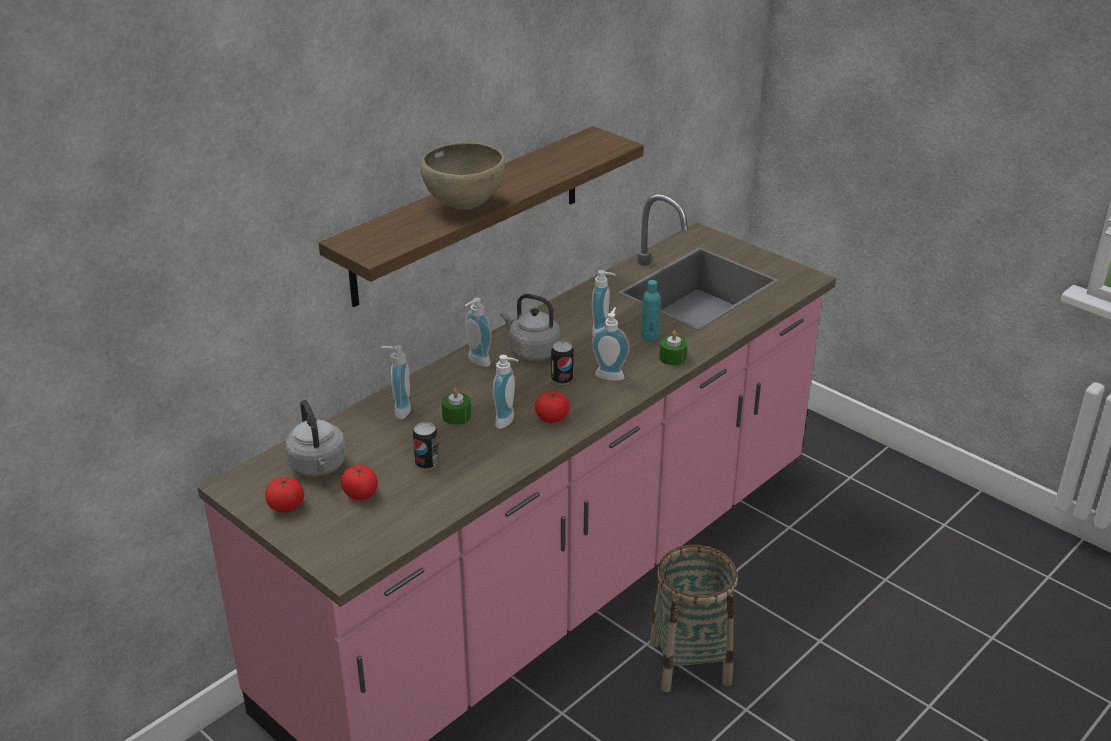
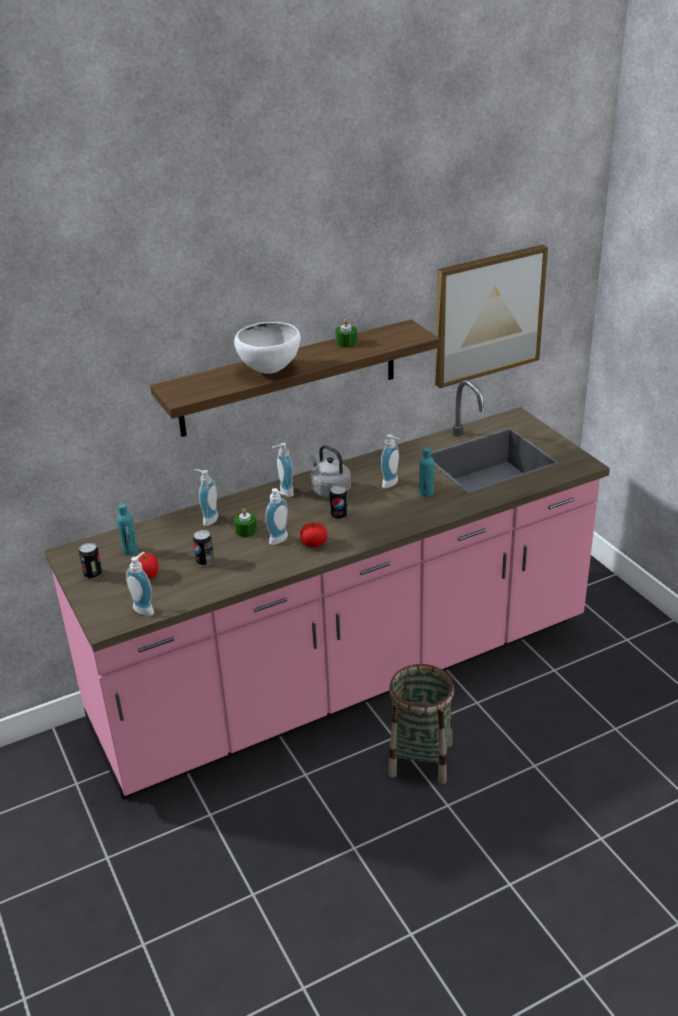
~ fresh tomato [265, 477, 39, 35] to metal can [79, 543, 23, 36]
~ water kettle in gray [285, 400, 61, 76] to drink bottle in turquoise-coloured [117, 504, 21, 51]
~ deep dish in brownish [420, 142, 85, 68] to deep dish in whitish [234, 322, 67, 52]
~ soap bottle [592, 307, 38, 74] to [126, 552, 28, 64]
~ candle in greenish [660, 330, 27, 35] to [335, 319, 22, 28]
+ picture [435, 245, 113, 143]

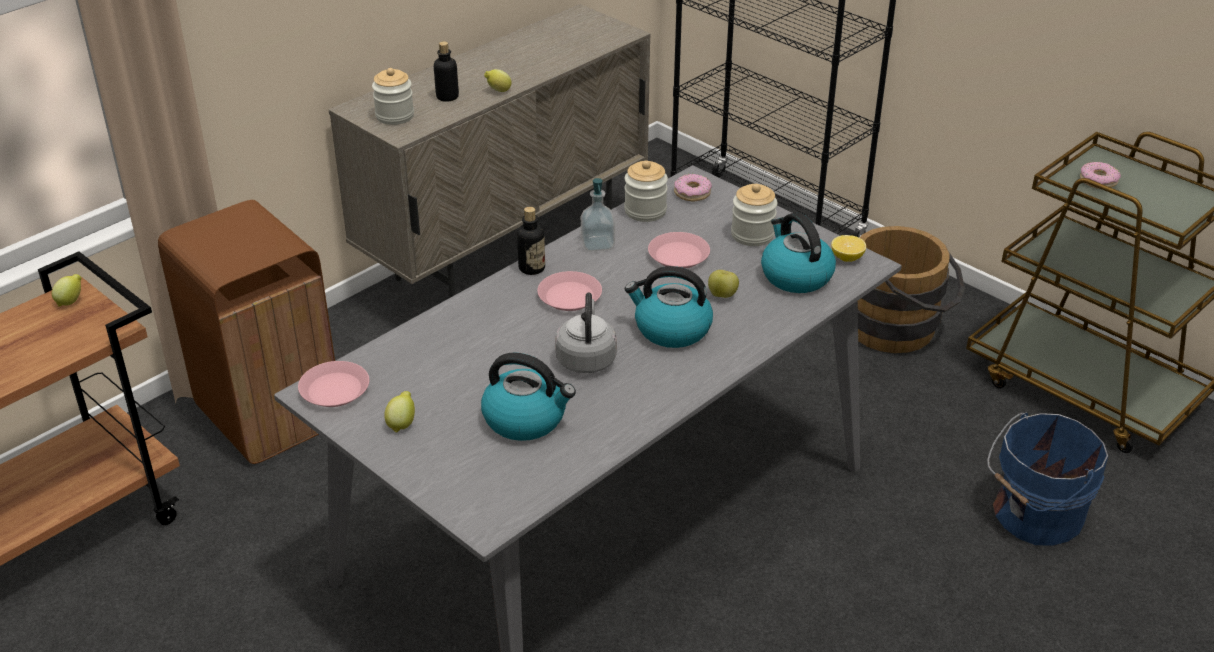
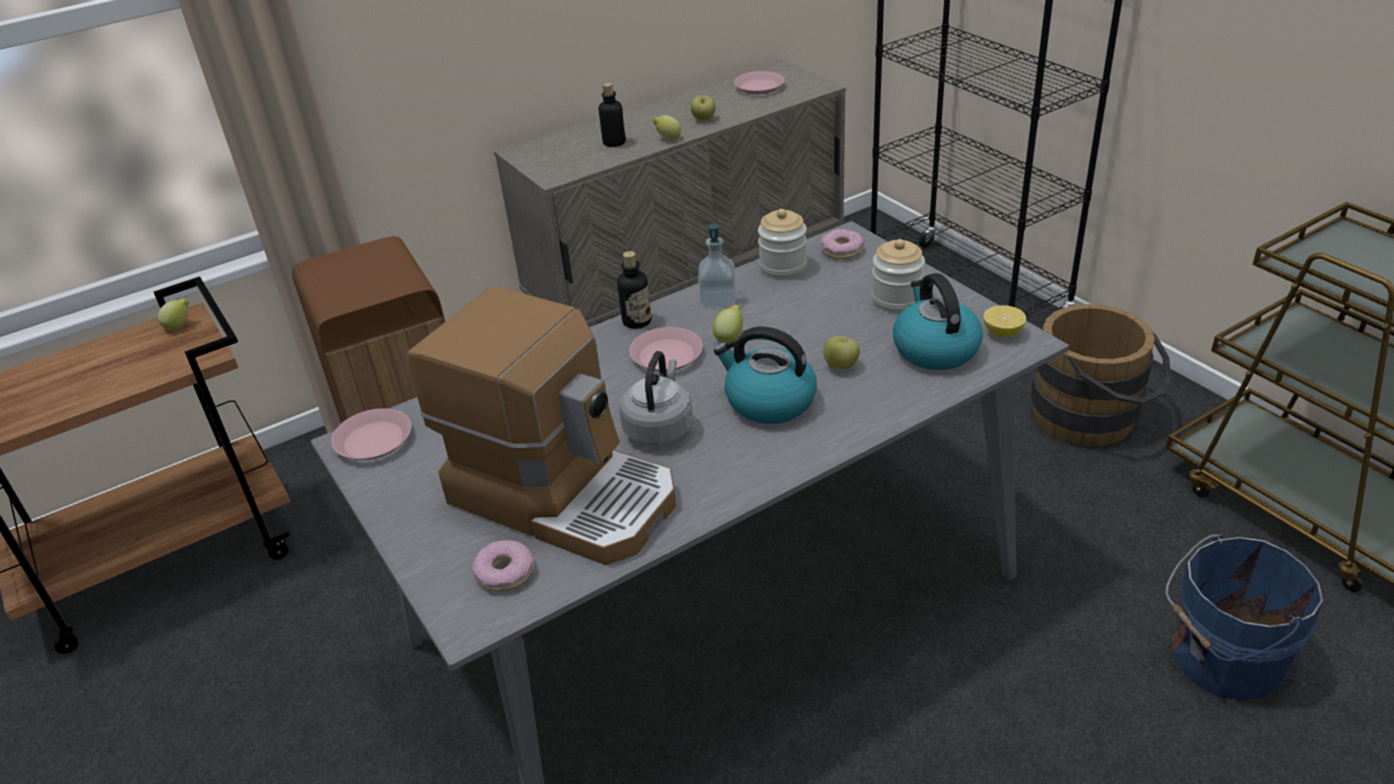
- storage jar [372, 68, 42, 57]
~ lemon [384, 391, 31, 42] to [713, 305, 30, 38]
~ water kettle [481, 353, 95, 88] to coffee machine [407, 287, 269, 278]
~ plate in pink-coloured [648, 232, 62, 37] to [734, 71, 51, 24]
~ donut [1080, 162, 41, 27] to [471, 540, 64, 52]
+ apple [691, 95, 25, 25]

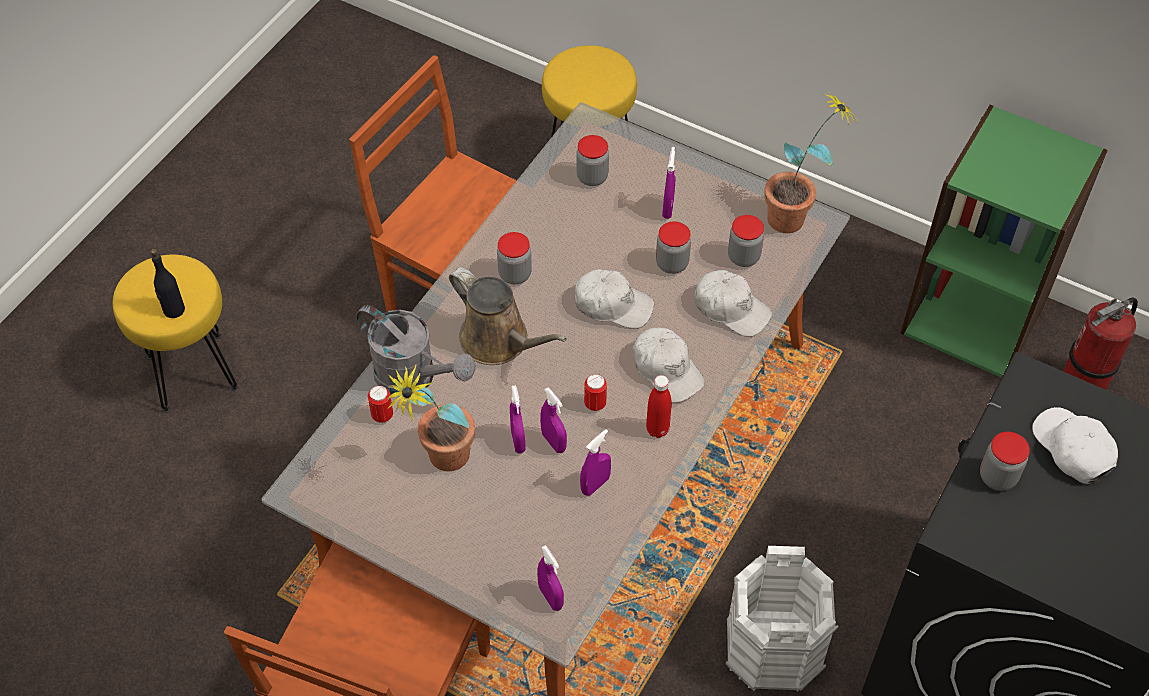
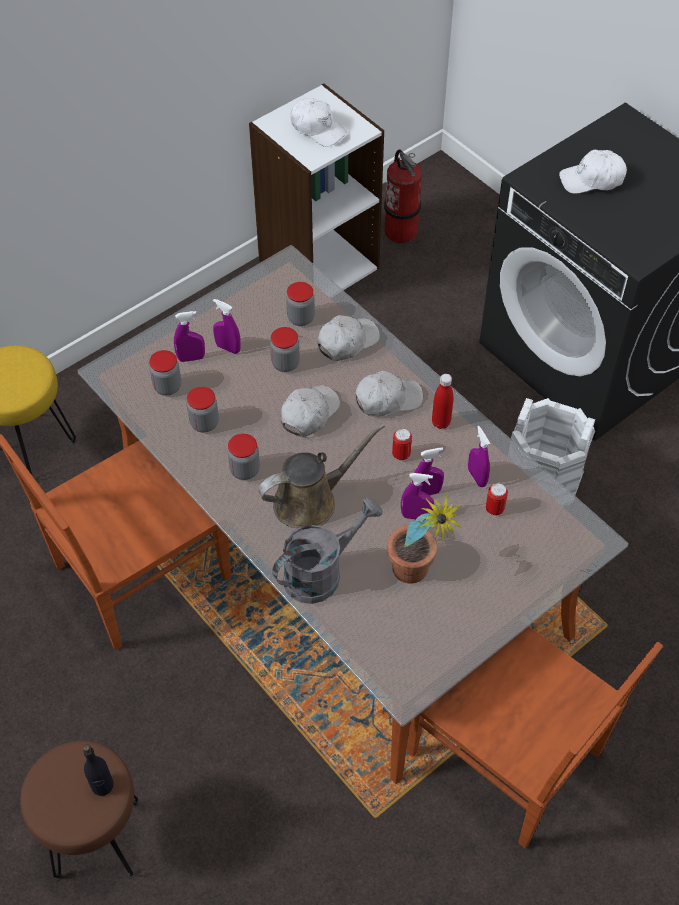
~ sitting stool in yellow [113, 255, 125, 158] to sitting stool in brownish [20, 741, 119, 139]
~ metal can [368, 385, 25, 38] to [486, 483, 22, 33]
~ spray bottle in purple-coloured [537, 545, 27, 66] to [174, 311, 31, 51]
- plant in a pot [764, 90, 92, 143]
~ shelving unit in greenish [900, 105, 208, 273] to shelving unit in whitish [249, 84, 135, 206]
~ storage jar [980, 432, 50, 59] to [187, 387, 32, 45]
+ cap in whitish [291, 98, 56, 49]

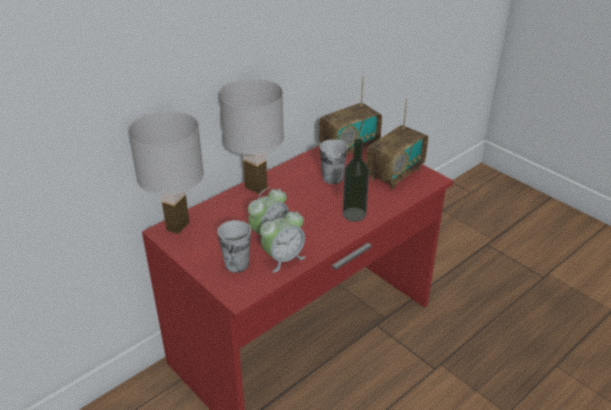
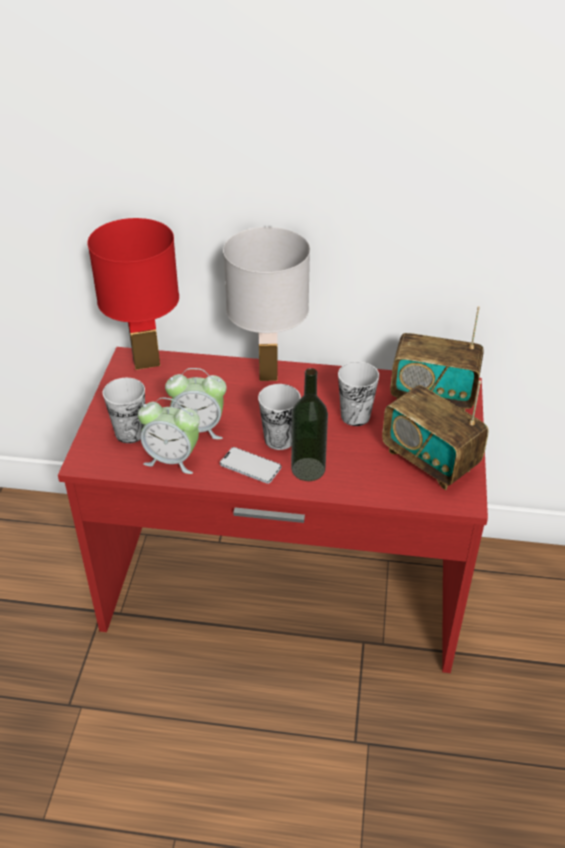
~ table lamp in whitish [128, 111, 76, 123] to table lamp in red-coloured [87, 218, 92, 152]
~ radio receiver [366, 98, 62, 92] = [382, 380, 106, 110] 45 degrees clockwise
+ telephone [220, 447, 61, 37]
+ cup [258, 384, 43, 66]

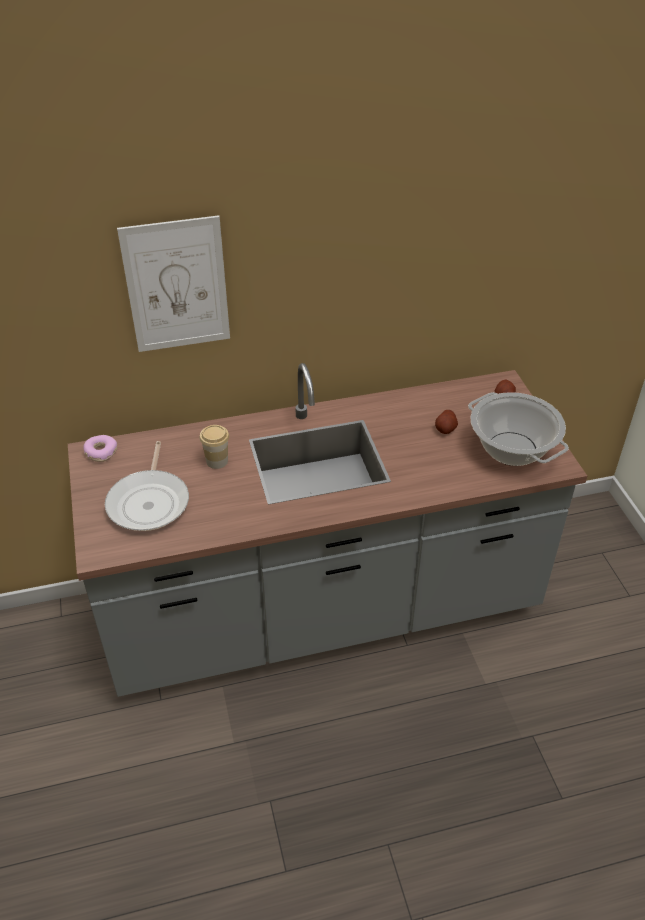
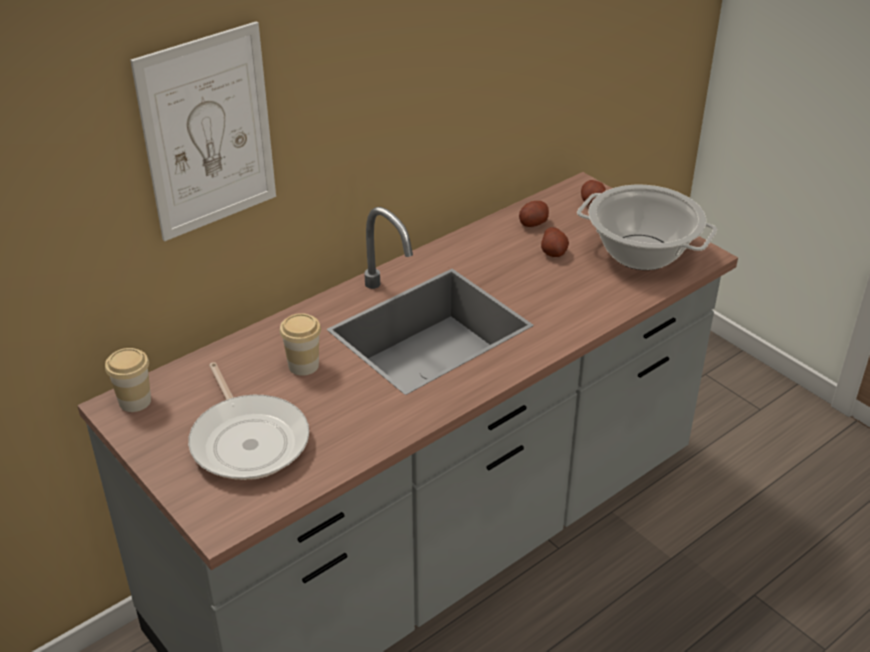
~ donut [83, 435, 34, 27] to cup [105, 348, 46, 64]
+ whole potato [519, 201, 30, 26]

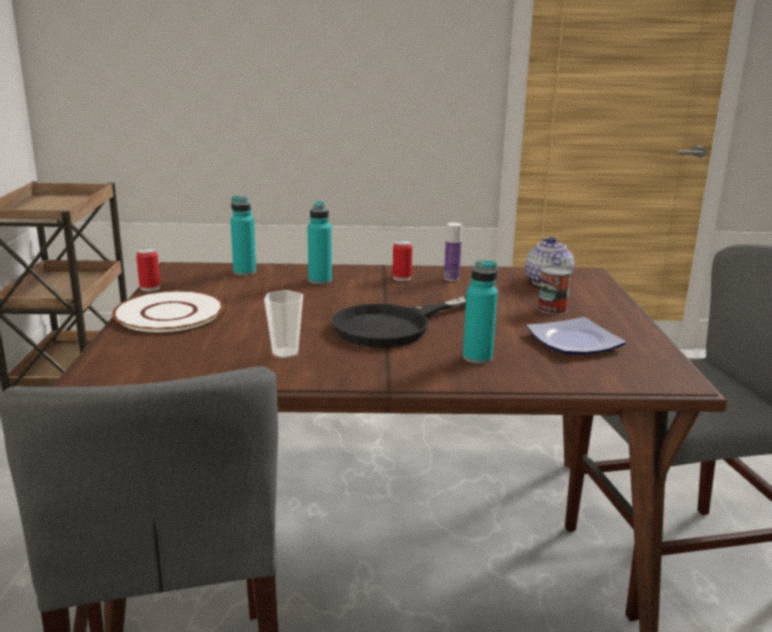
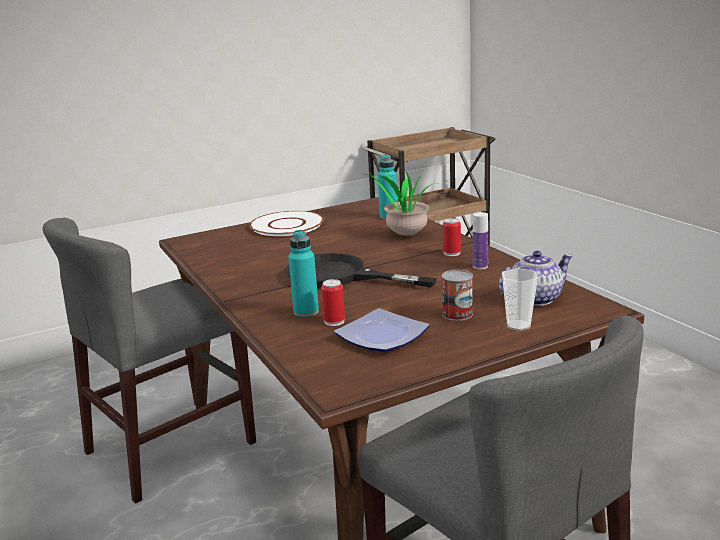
~ metal can [136, 248, 24, 43] to [321, 279, 24, 47]
~ cup [264, 290, 39, 69] to [502, 268, 36, 63]
~ drink bottle in turquoise-coloured [308, 201, 24, 83] to plant in a pot [366, 169, 75, 66]

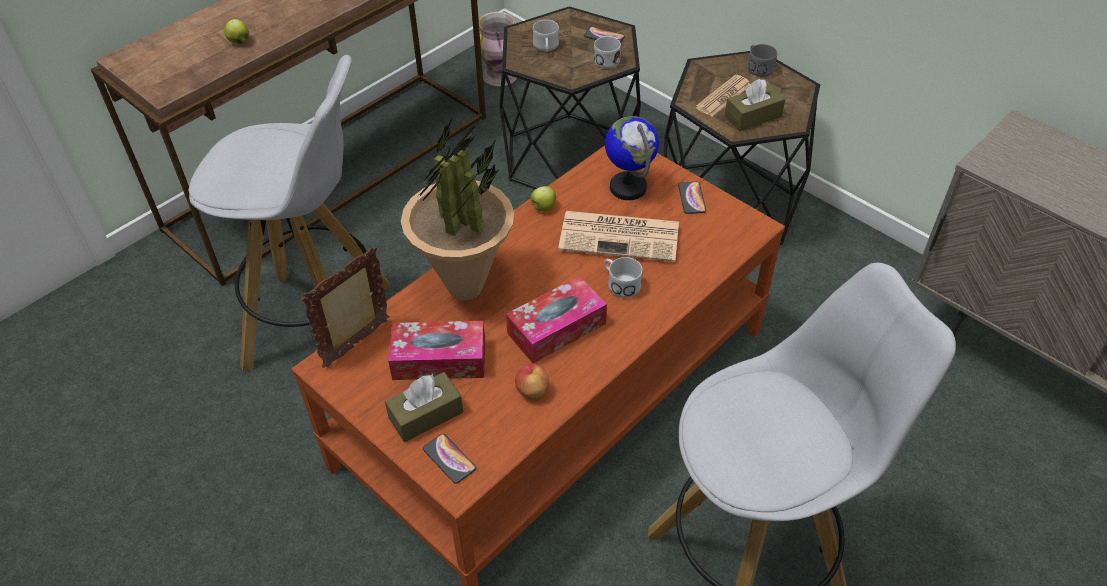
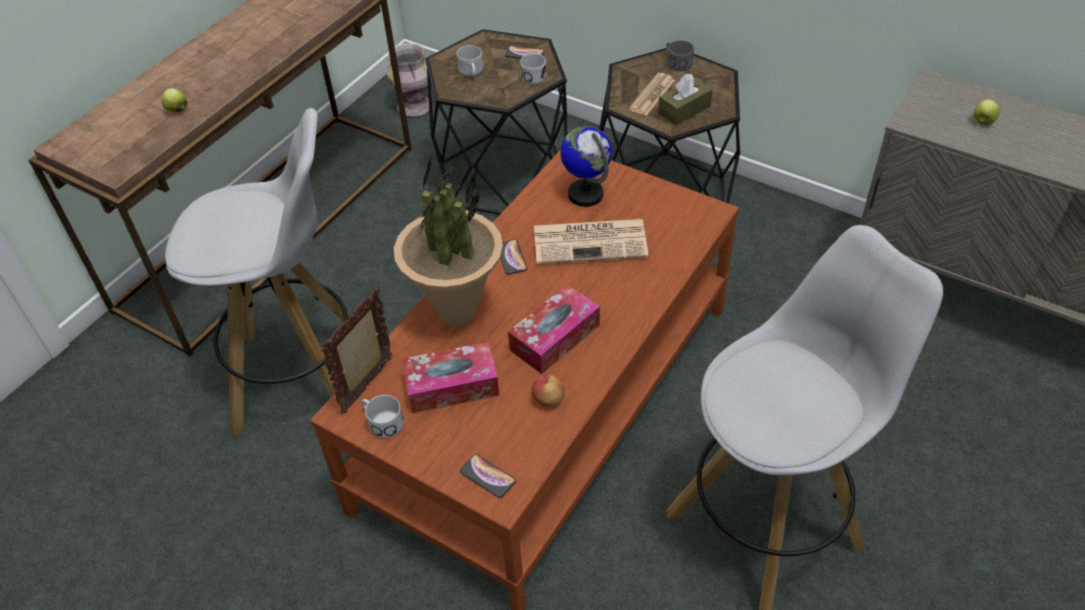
- tissue box in brownish [385, 372, 78, 70]
~ apple [531, 186, 25, 26] to [974, 99, 26, 26]
~ mug in whitish [604, 257, 39, 41] to [361, 395, 43, 43]
~ telephone [678, 182, 28, 32] to [500, 240, 27, 35]

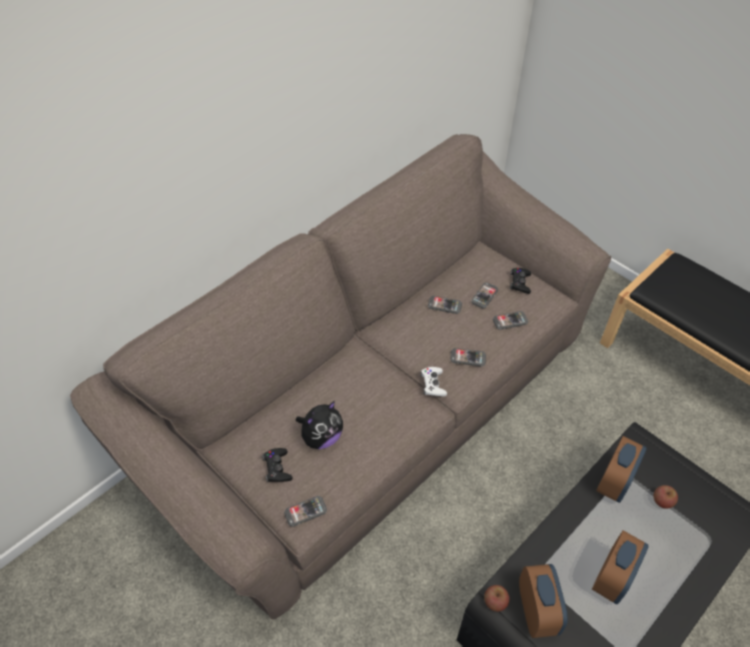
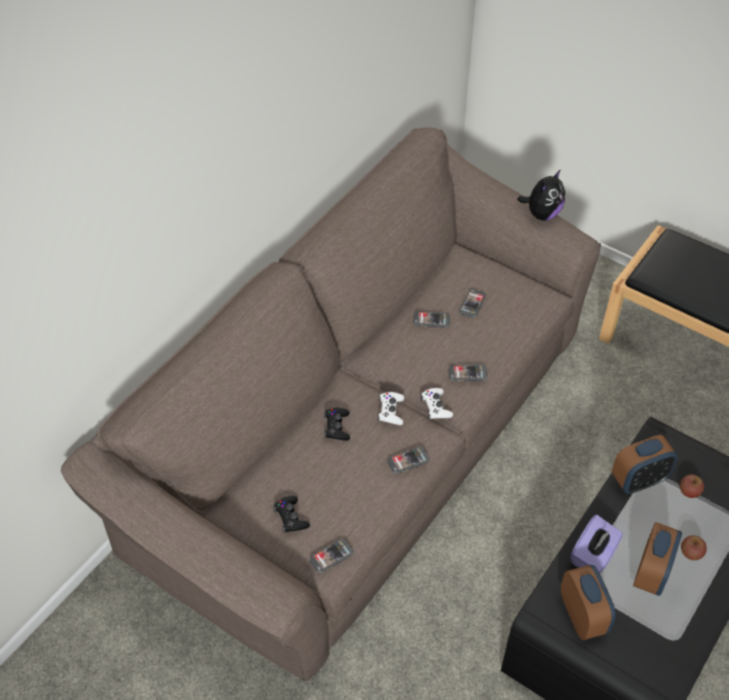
~ cuddly toy [295, 401, 48, 48] to [517, 169, 48, 51]
~ apple [484, 585, 26, 27] to [681, 535, 26, 25]
~ telephone [493, 311, 35, 19] to [387, 446, 43, 28]
~ game controller in black-coloured [510, 268, 21, 26] to [324, 408, 26, 33]
~ bedside clock [596, 436, 51, 67] = [612, 435, 66, 59] 45 degrees clockwise
+ game controller in whitish [378, 392, 26, 33]
+ tissue box in purple-coloured [571, 515, 52, 58]

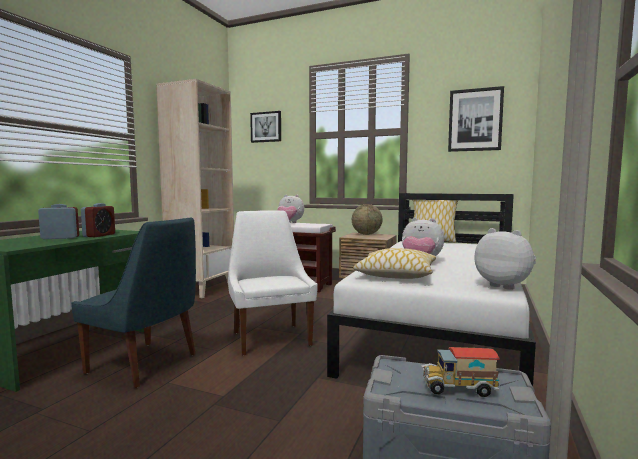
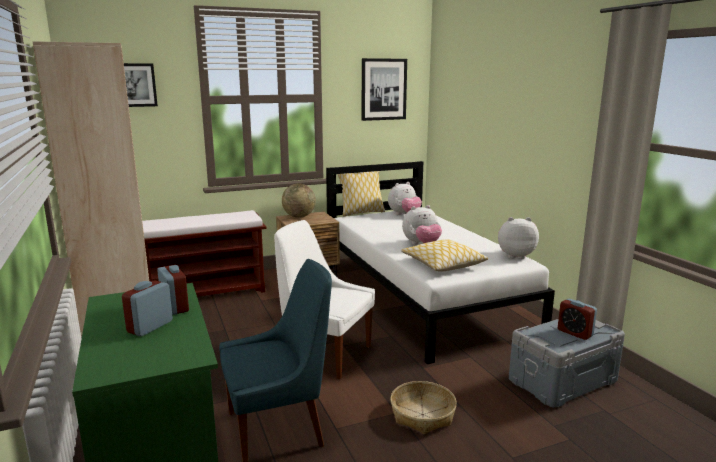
~ cuddly toy [277, 195, 27, 28] to [388, 182, 34, 33]
~ model truck [421, 347, 79, 50] to bedside clock [558, 299, 39, 41]
+ basket [390, 381, 67, 53]

